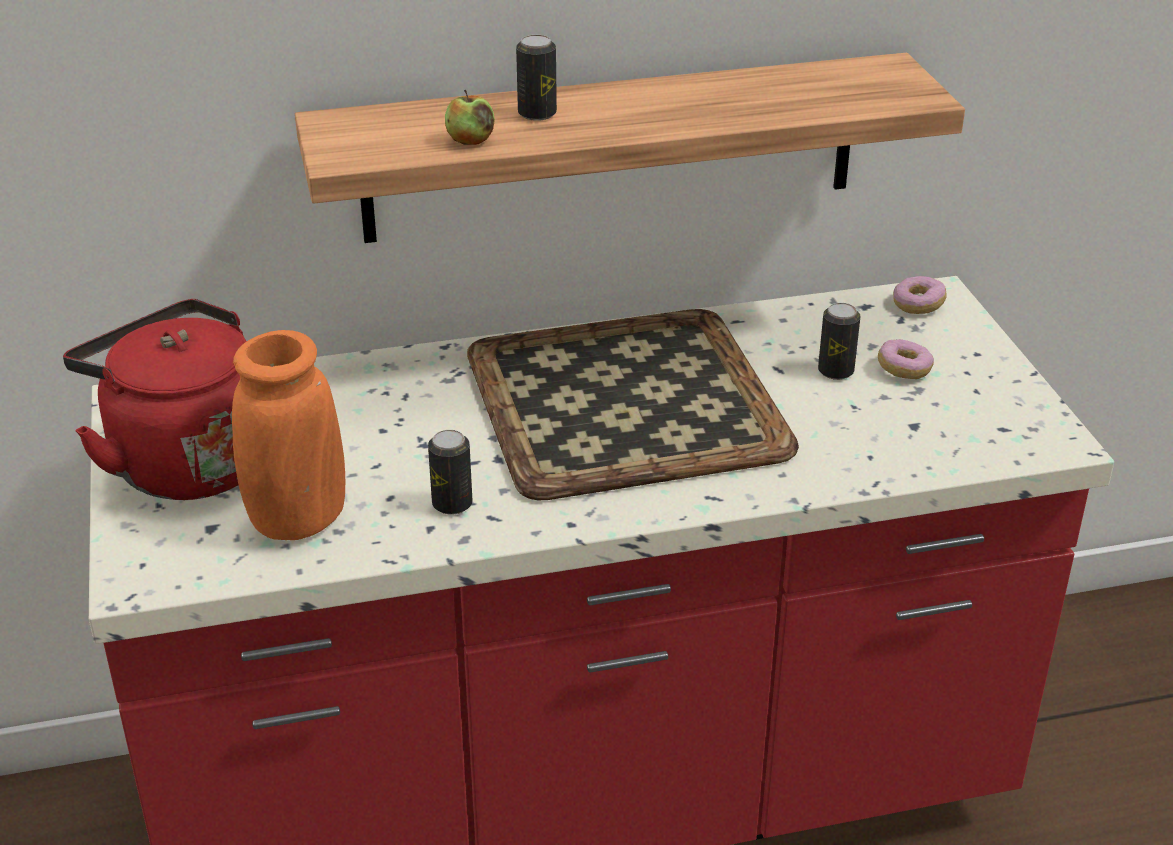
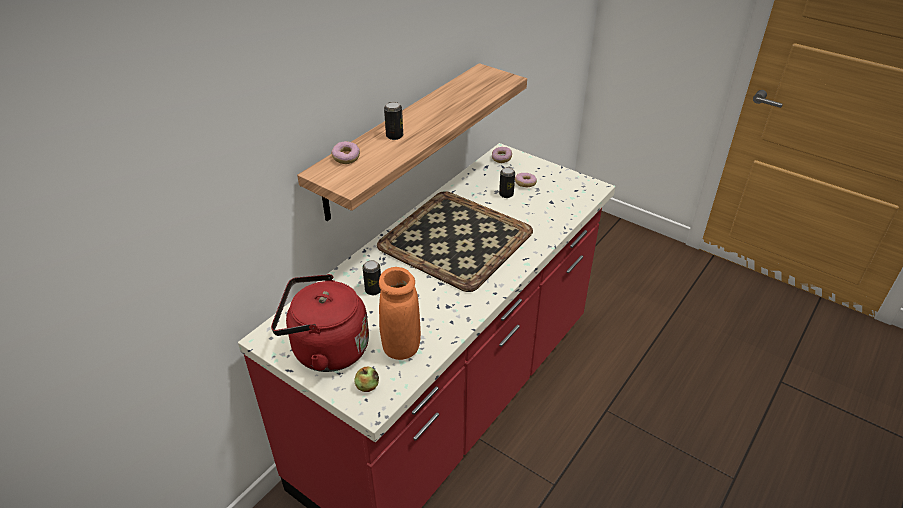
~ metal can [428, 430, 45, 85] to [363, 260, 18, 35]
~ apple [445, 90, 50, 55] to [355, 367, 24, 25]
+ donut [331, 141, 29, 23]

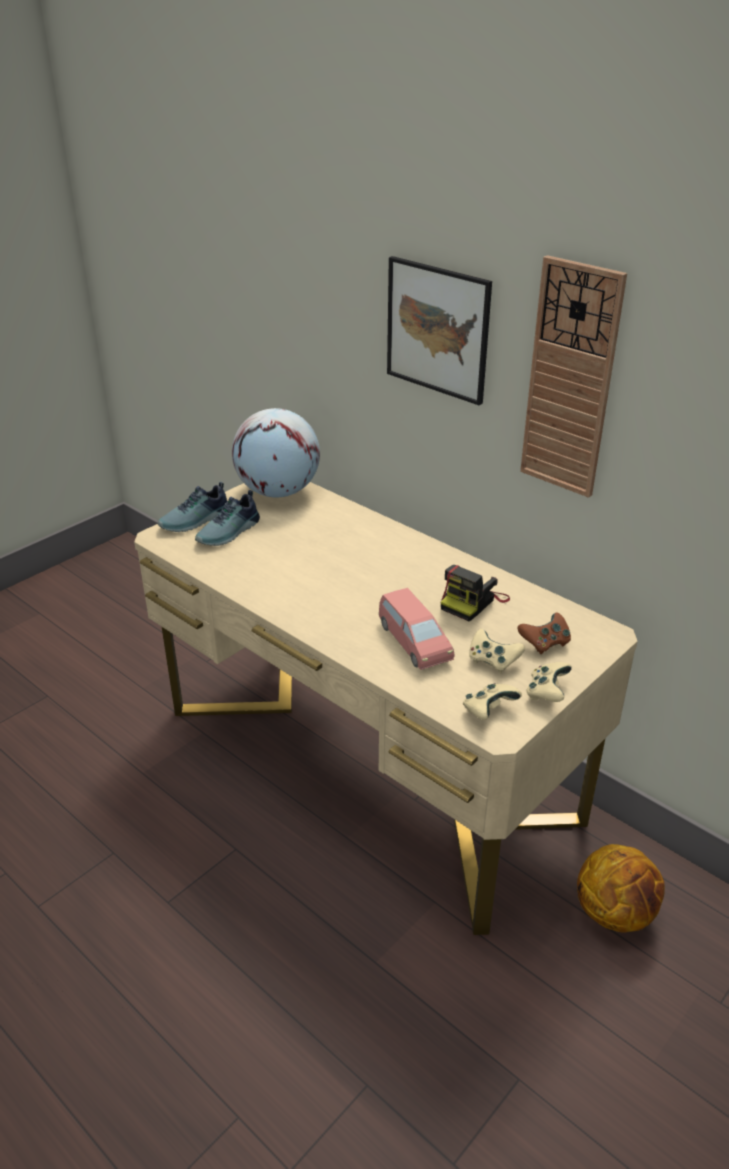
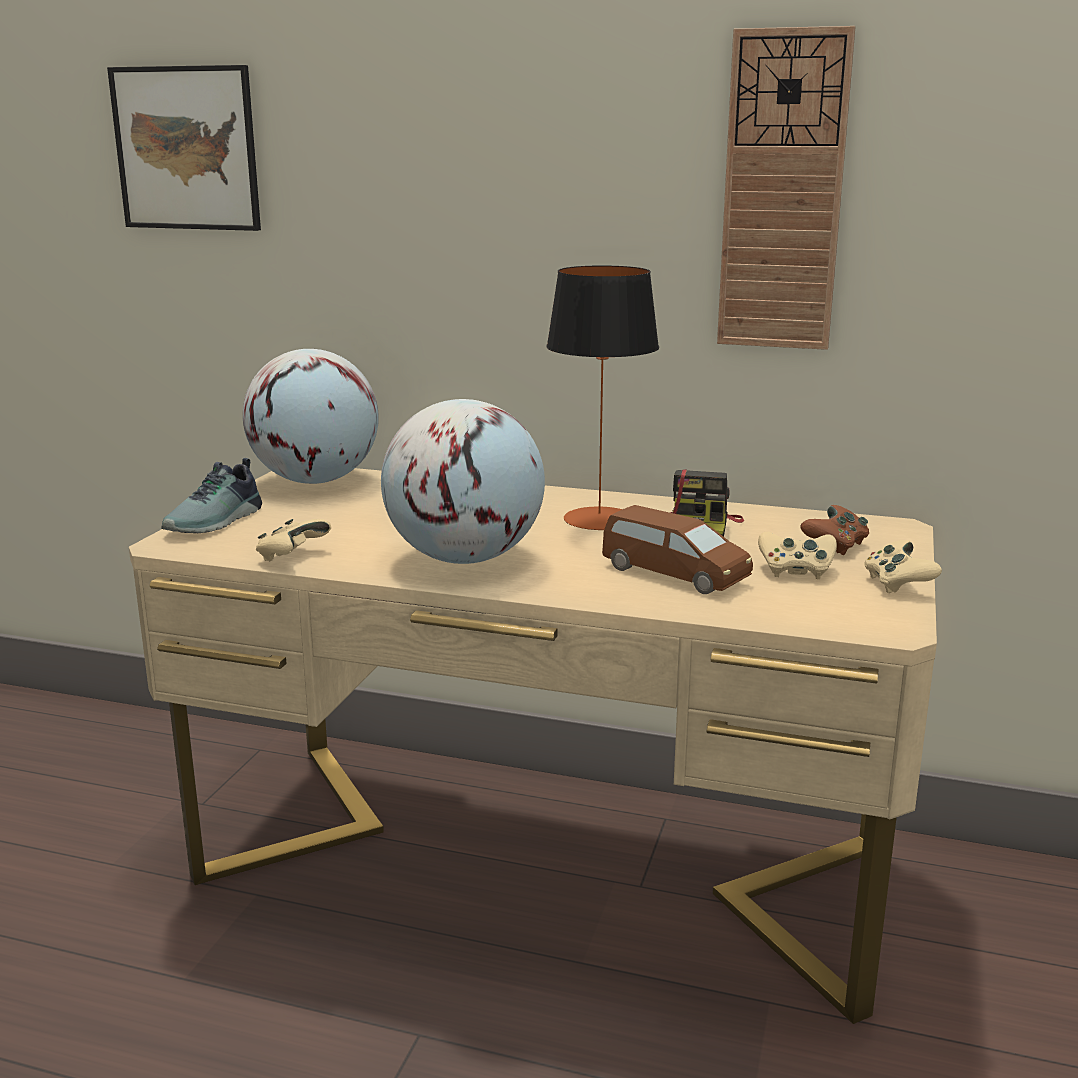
- shoe [195, 490, 65, 56]
~ toy car in pink-coloured [379, 588, 75, 82] to toy car in brownish [602, 505, 151, 89]
~ picture [387, 256, 105, 149] to [107, 65, 154, 166]
~ game controller in beige [463, 683, 59, 37] to [256, 519, 75, 42]
- ball for basketball [577, 844, 88, 89]
+ globe [381, 399, 164, 165]
+ table lamp [546, 265, 113, 265]

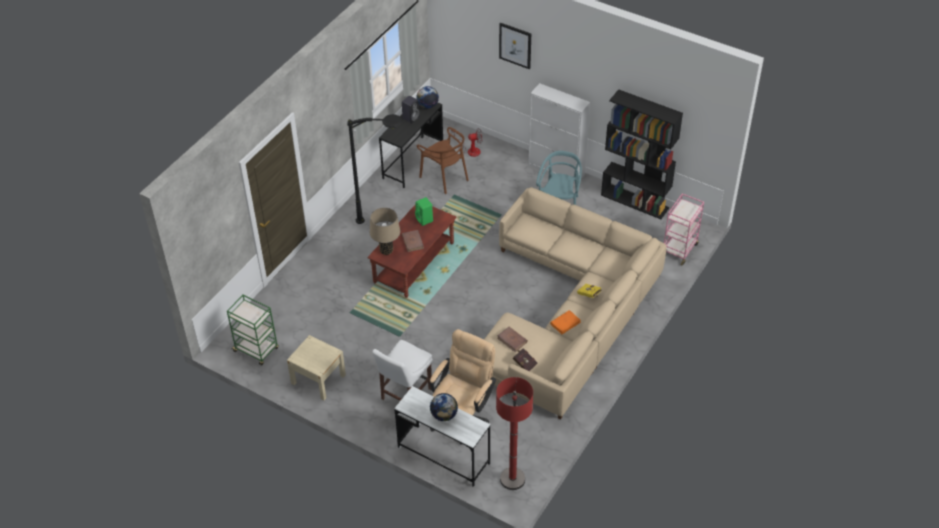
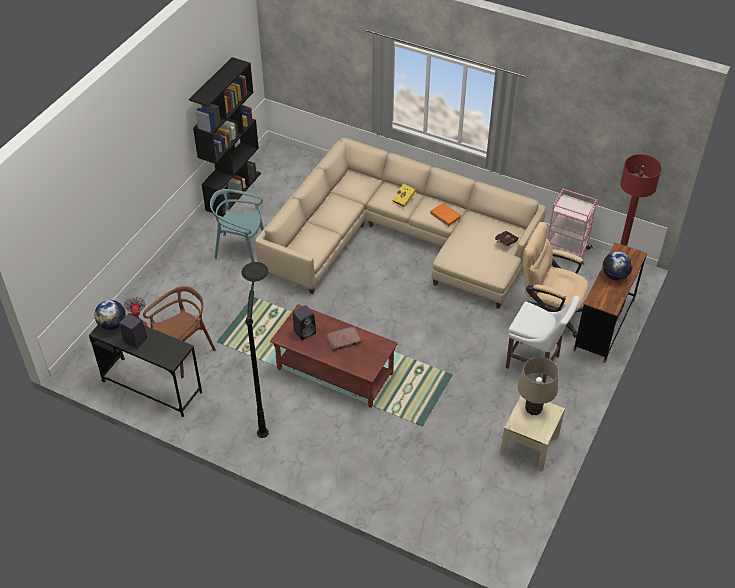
- cart in greenish [227, 295, 52, 71]
~ table lamp in beige [370, 207, 30, 48] to [518, 357, 41, 58]
~ desk table in whitish [394, 386, 96, 101] to desk table in brownish [573, 243, 74, 120]
~ audio speaker in greenish [415, 197, 18, 29] to audio speaker in black-coloured [293, 305, 23, 35]
- book in brownish [497, 327, 31, 25]
- picture [499, 23, 32, 46]
- storage cabinet in whitish [528, 83, 62, 101]
~ cart in pink-coloured [664, 193, 40, 72] to [548, 189, 49, 76]

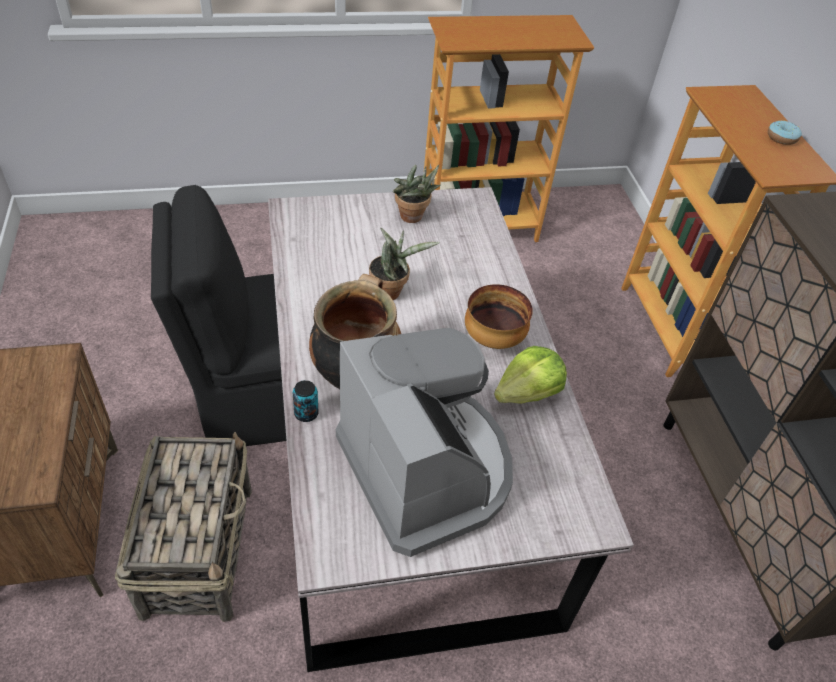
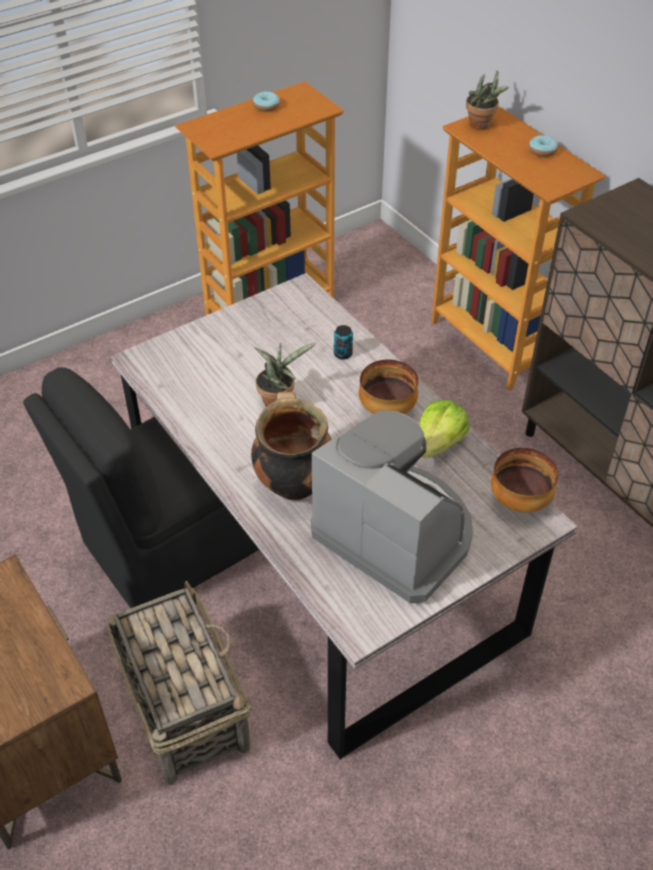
~ metal can [293, 380, 25, 42] to [334, 325, 19, 35]
~ plant in a pot [393, 165, 47, 58] to [466, 71, 43, 59]
+ donut [253, 91, 27, 21]
+ deep dish [491, 448, 67, 64]

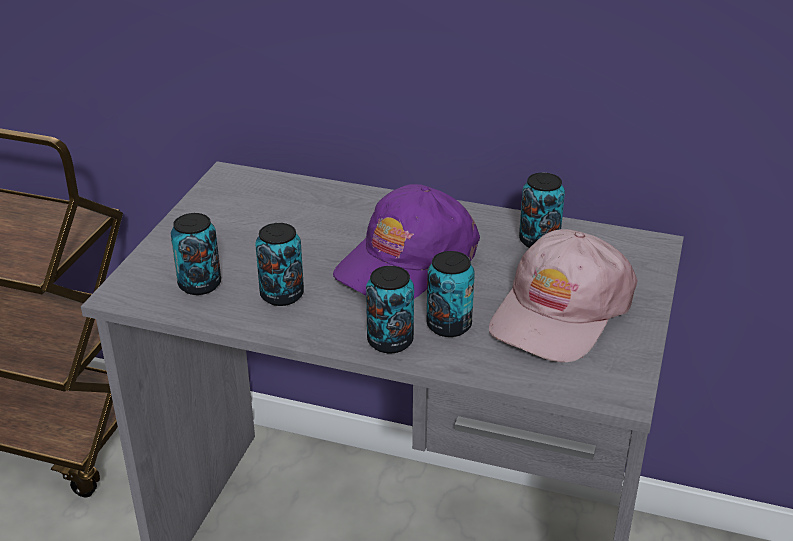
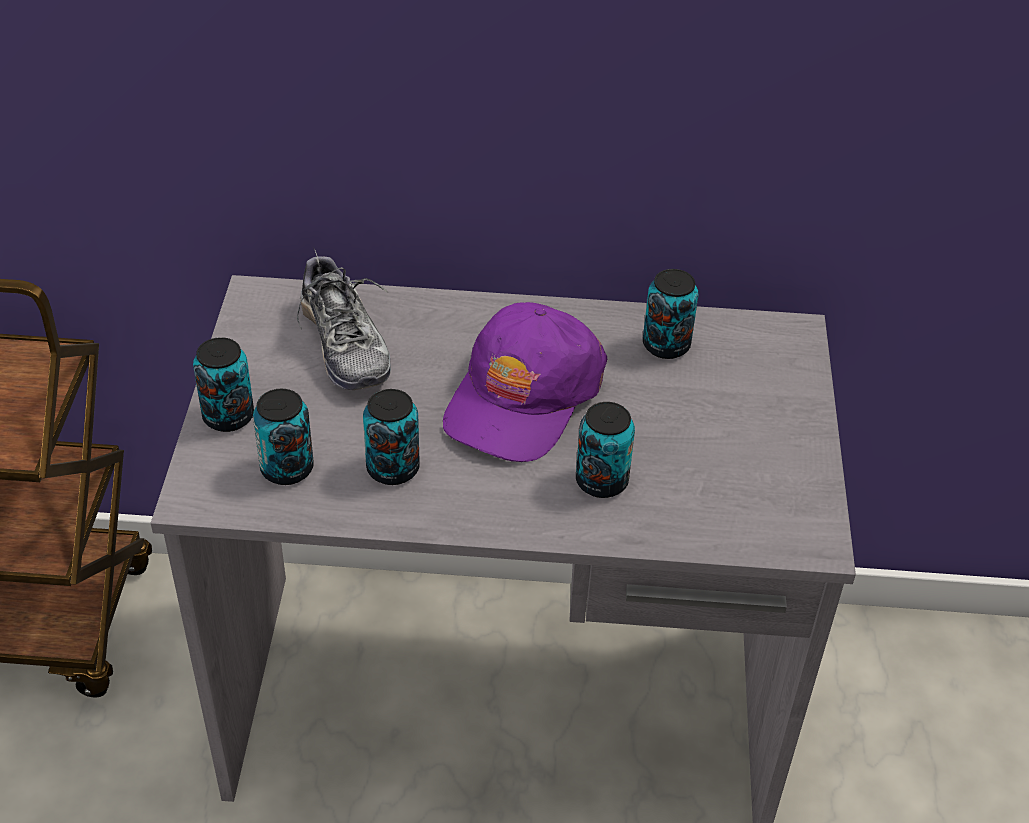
~ metal can [366, 266, 48, 87] to [193, 337, 61, 95]
- cap in pink-coloured [489, 229, 148, 133]
+ shoe [297, 249, 94, 141]

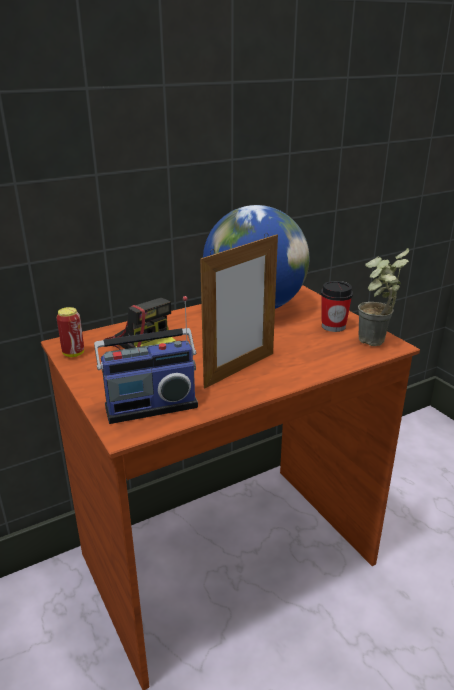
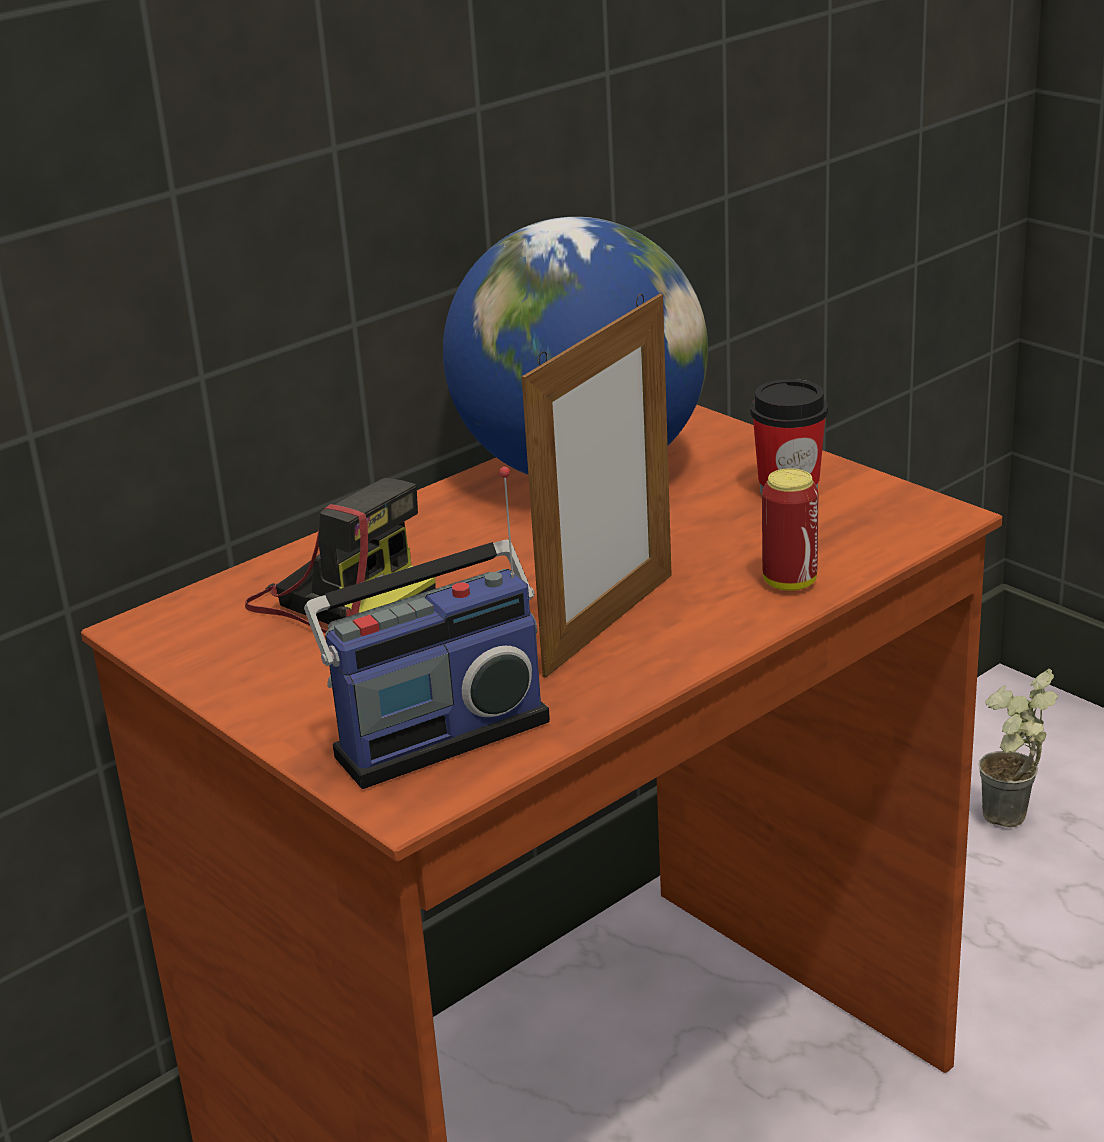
~ metal can [57, 307, 27, 50] to [762, 468, 57, 123]
~ plant in a pot [358, 248, 51, 98] to [978, 669, 80, 158]

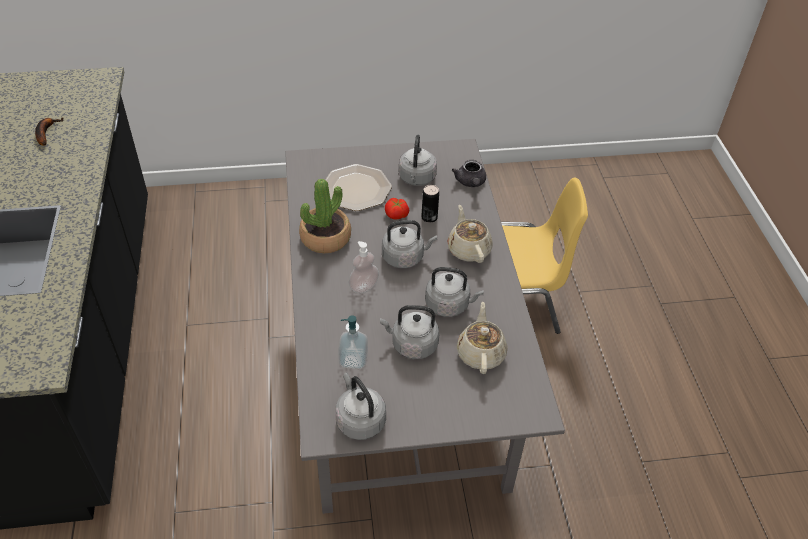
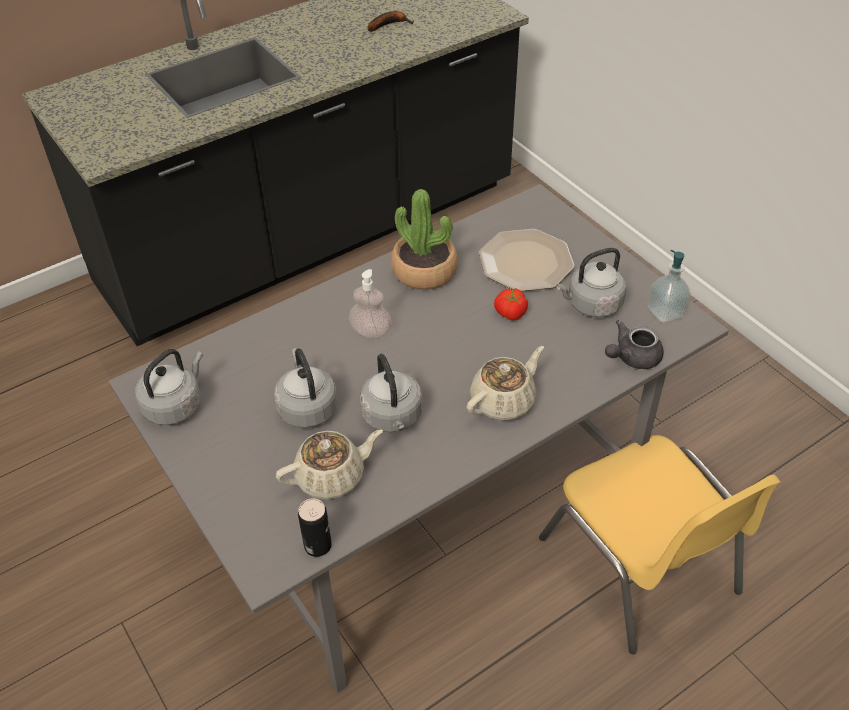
~ soap bottle [338, 315, 30, 54] to [647, 250, 44, 73]
- water kettle in gray [382, 220, 55, 48]
~ metal can [421, 185, 18, 38] to [298, 498, 34, 59]

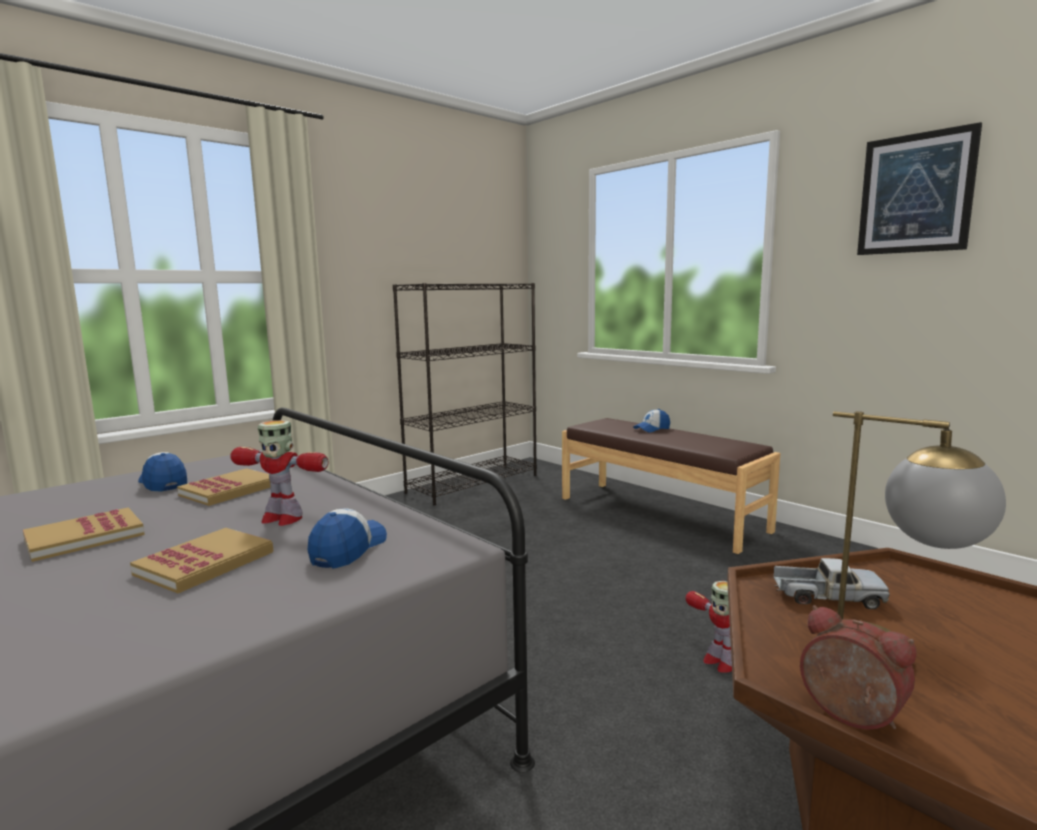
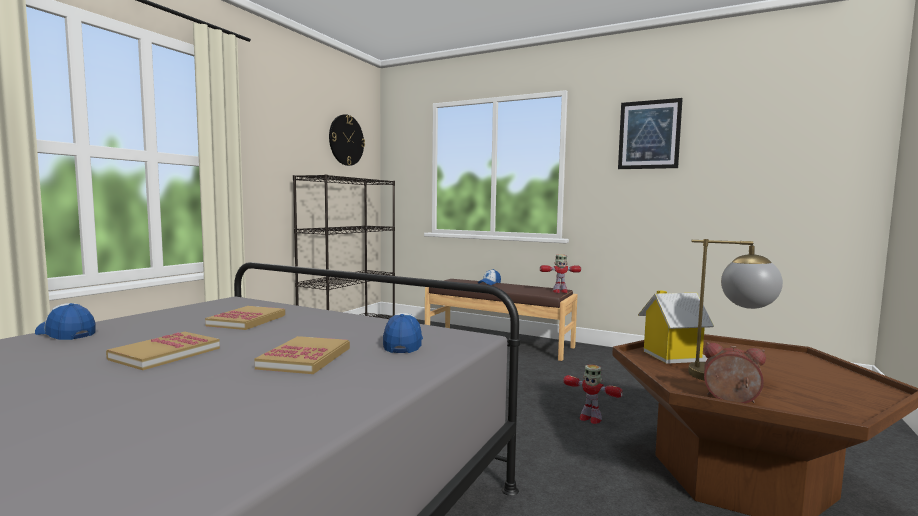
~ cap [138, 452, 49, 40] to [35, 303, 61, 37]
~ model robot [230, 420, 99, 106] to [540, 254, 41, 39]
~ model truck [773, 558, 117, 51] to toy house [638, 291, 76, 73]
+ wall clock [329, 114, 36, 52]

